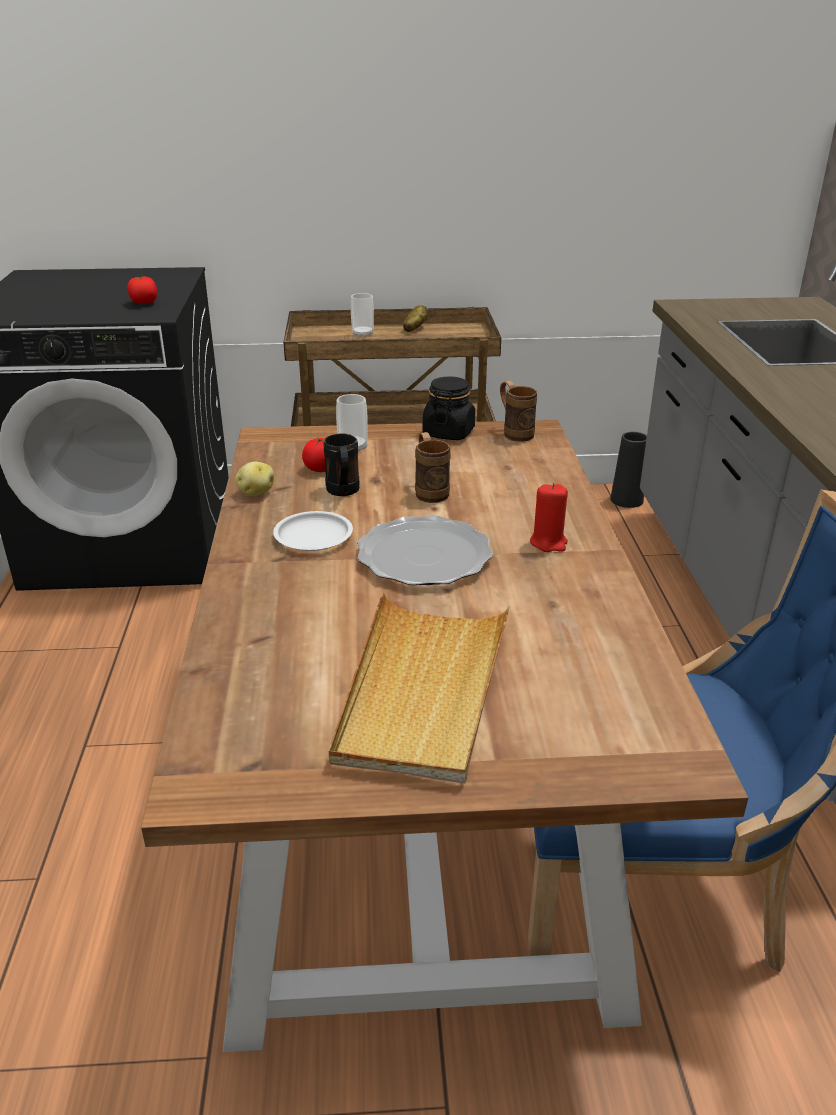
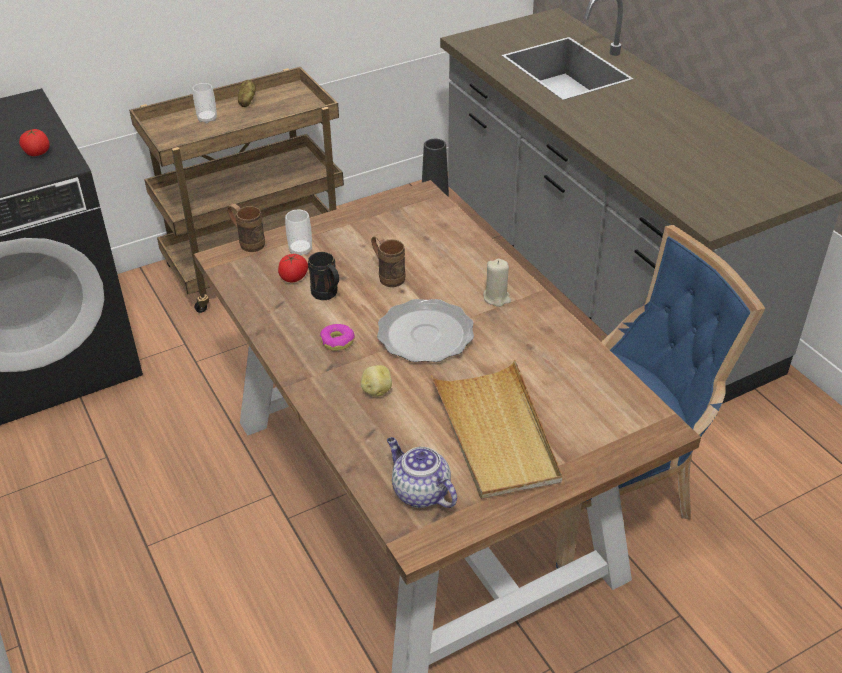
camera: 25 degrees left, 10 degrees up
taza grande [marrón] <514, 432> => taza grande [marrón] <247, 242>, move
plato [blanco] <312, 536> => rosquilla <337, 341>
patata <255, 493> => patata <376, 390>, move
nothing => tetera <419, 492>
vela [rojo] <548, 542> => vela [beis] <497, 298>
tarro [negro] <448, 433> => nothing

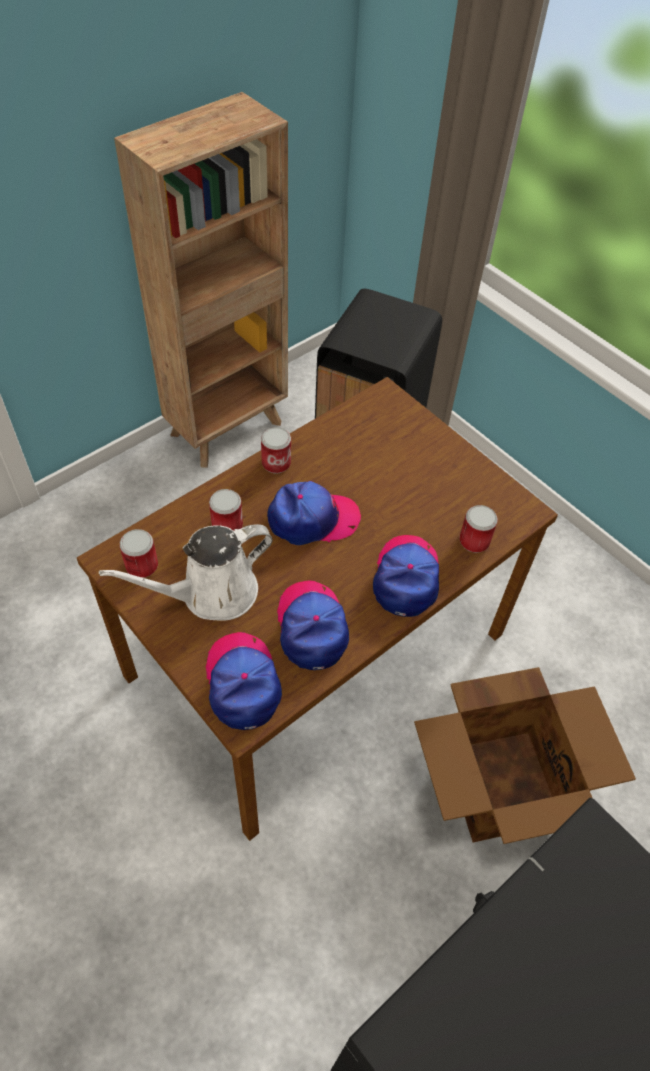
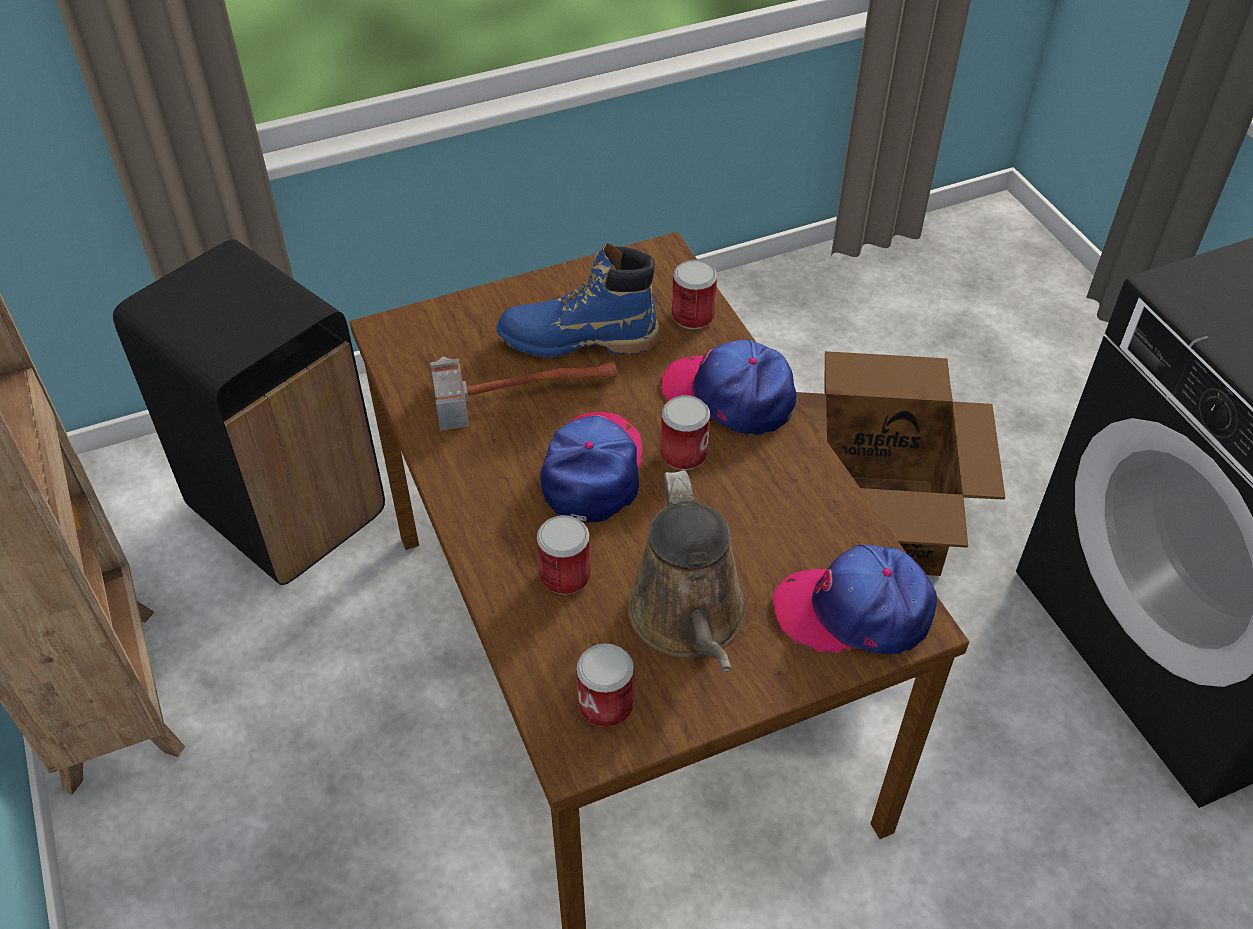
camera: 70 degrees left, 5 degrees down
nothing => martillo <525, 387>
nothing => bota [azul] <578, 340>
regadera [blanco] <211, 593> => regadera [marrón] <689, 620>
lata <276, 463> => lata <683, 454>, move
gorra <312, 627> => nothing

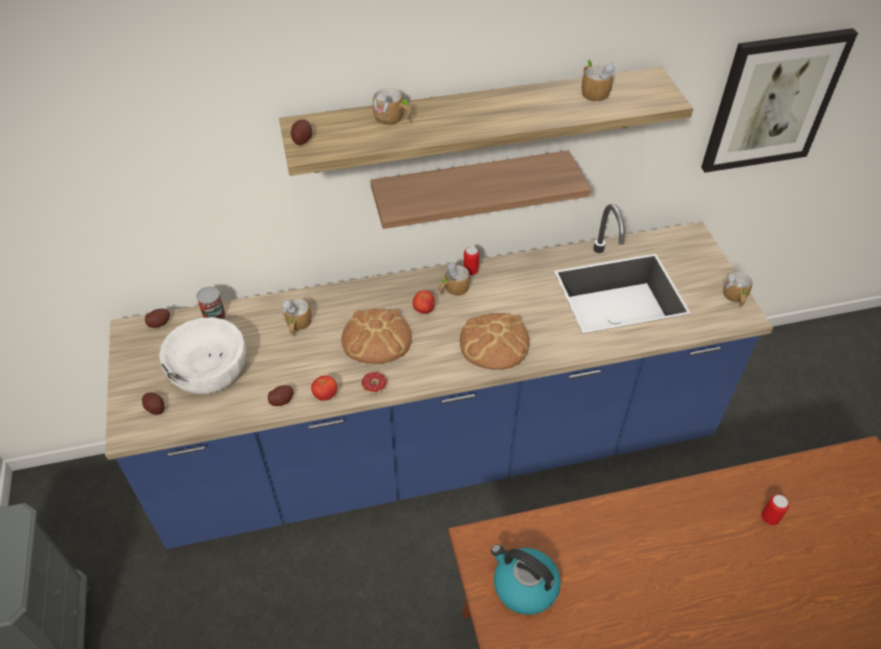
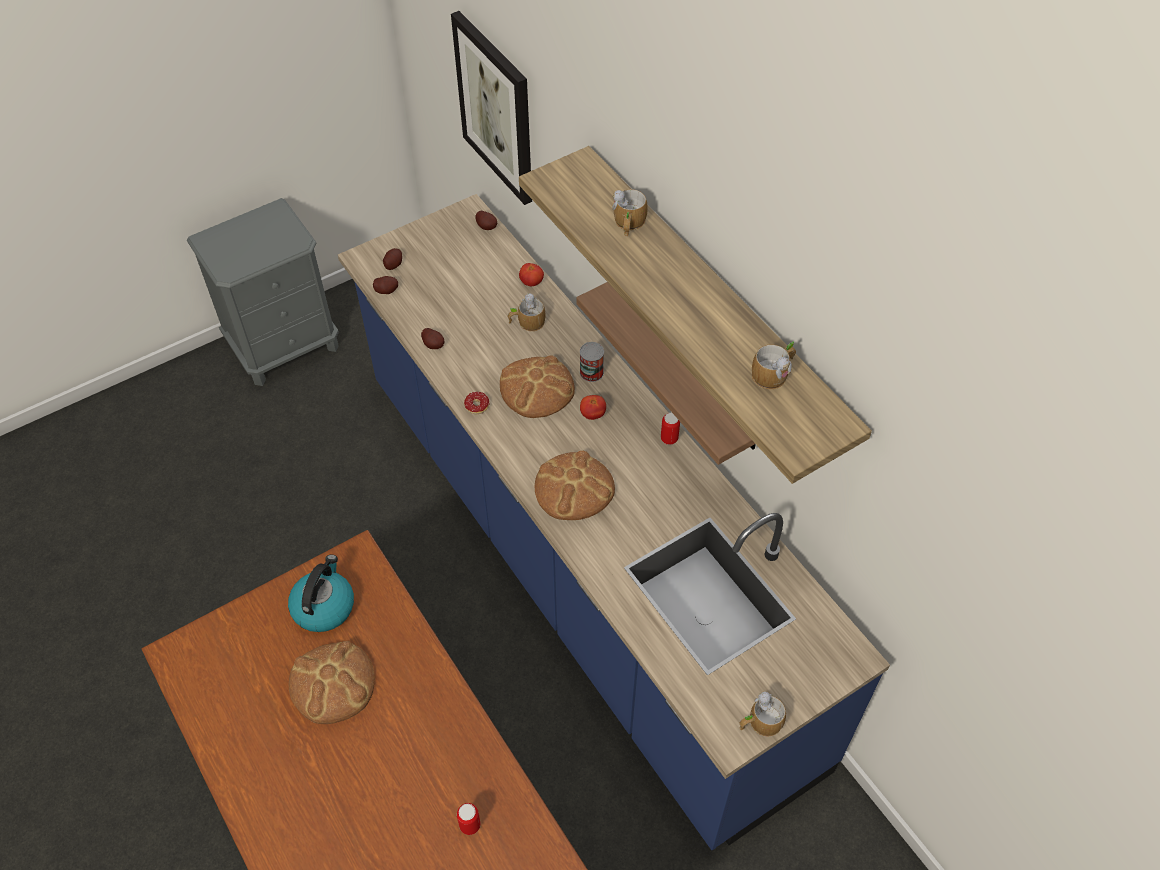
camera: 70 degrees right, 5 degrees up
nothing => pan <333, 683>
patata <302, 139> => patata <387, 290>, move
cuadro <772, 101> => cuadro <496, 108>, move
tomate <325, 395> => tomate <531, 282>, move
lata <214, 315> => lata <591, 372>, move
cuenco [blanco] <209, 370> => nothing
taza grande <453, 289> => nothing

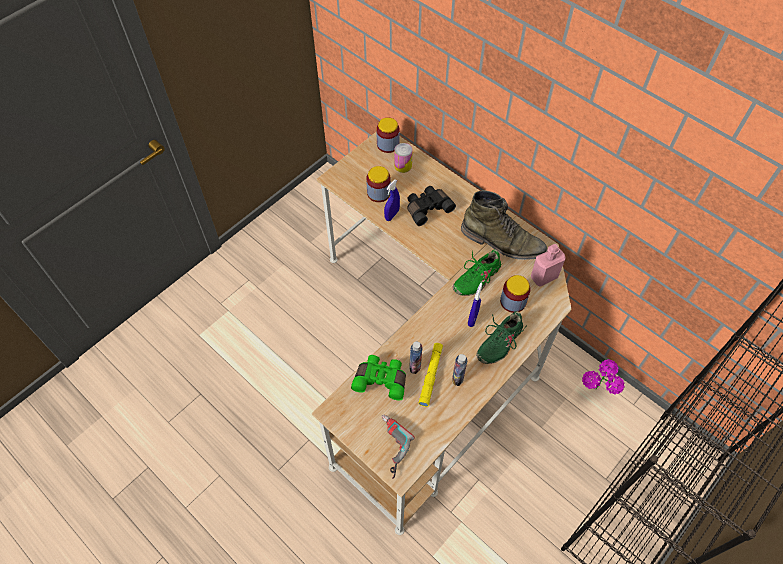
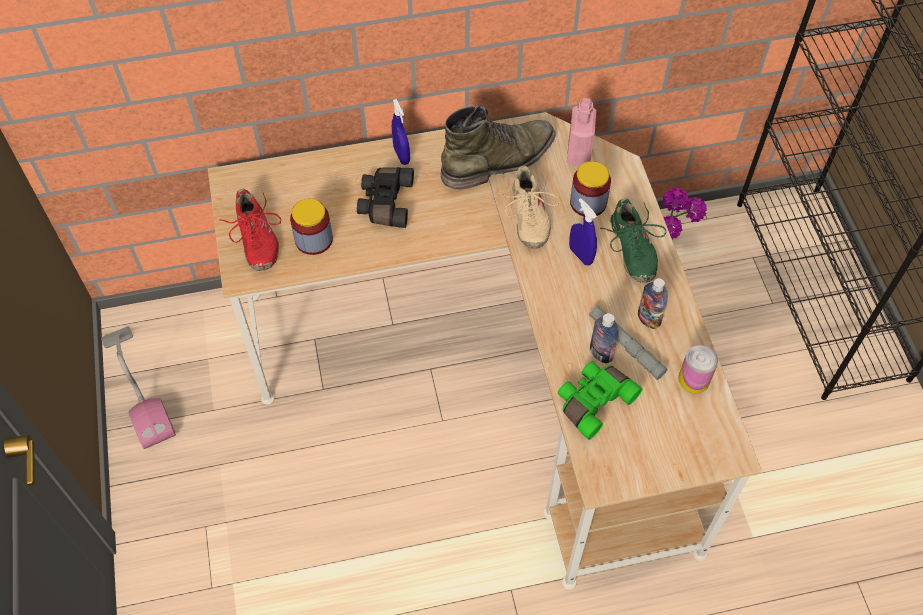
camera: 55 degrees left, 0 degrees up
nothing => aspiradora <138, 388>
nothing => zapato [rojo] <256, 239>
pulverizador [azul] <392, 215> => pulverizador [azul] <401, 155>, move
zapato [verde] <476, 278> => zapato [beis] <528, 217>
linterna [amarillo] <431, 376> => linterna [gris] <626, 345>
lata <403, 165> => lata <694, 379>, move
tarro <388, 144> => nothing
taladro <388, 446> => nothing

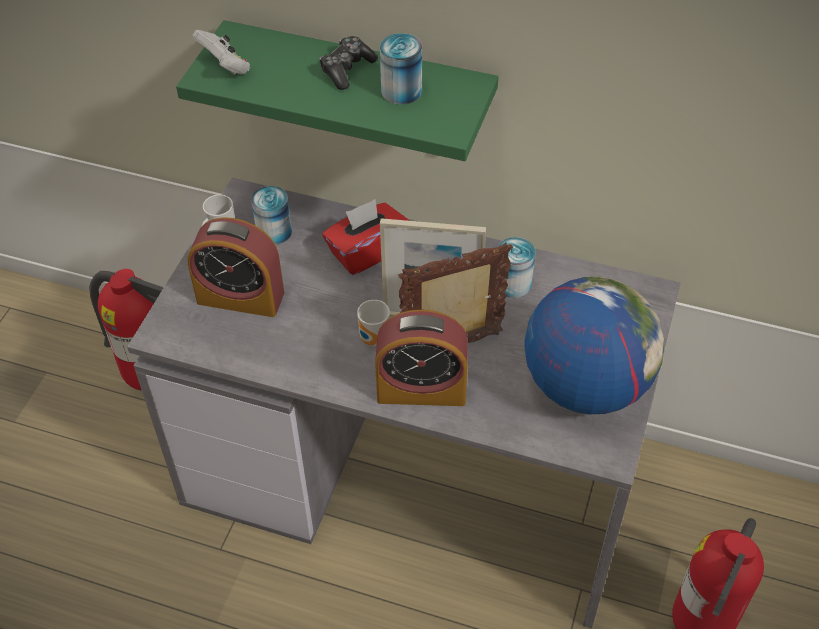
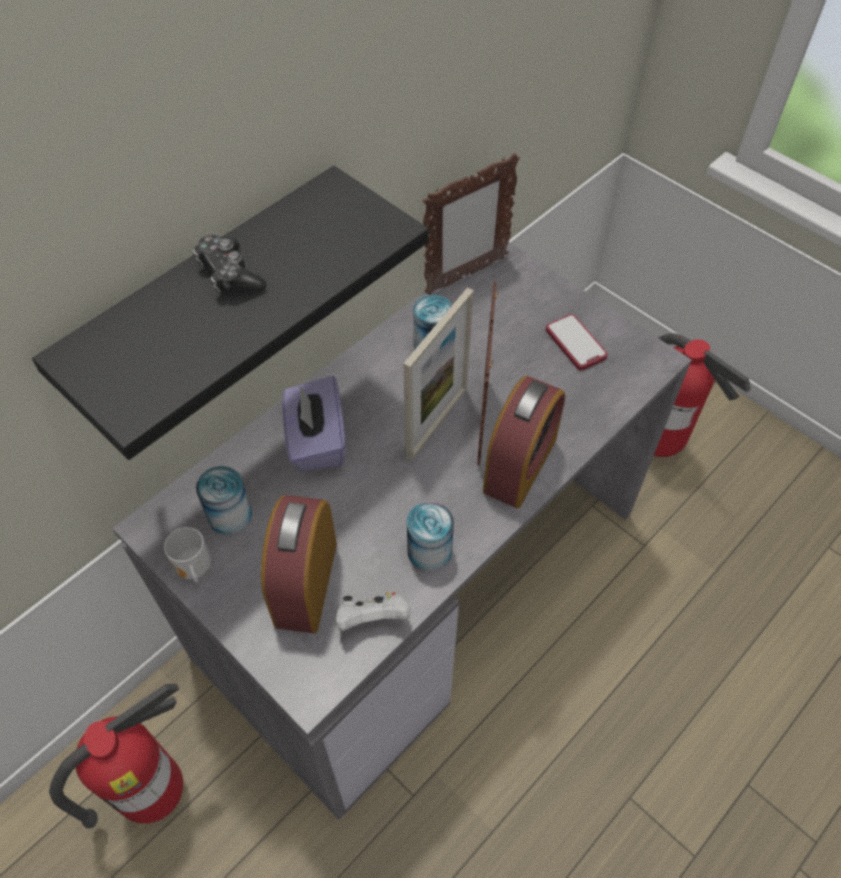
camera: 65 degrees left, 5 degrees up
estante [verde] <359, 88> => estante [negro] <208, 299>
despertador <240, 297> => despertador <306, 583>, 150 degrees clockwise
caja de pañuelos [rojo] <367, 252> => caja de pañuelos [morado] <316, 441>
mando de consola [blanco] <225, 67> => mando de consola [blanco] <372, 618>, move
lata <401, 91> => lata <429, 550>, move
nothing => portarretratos <465, 275>
globo terráqueo <585, 385> => móvil <575, 343>
taza grande <375, 341> => nothing

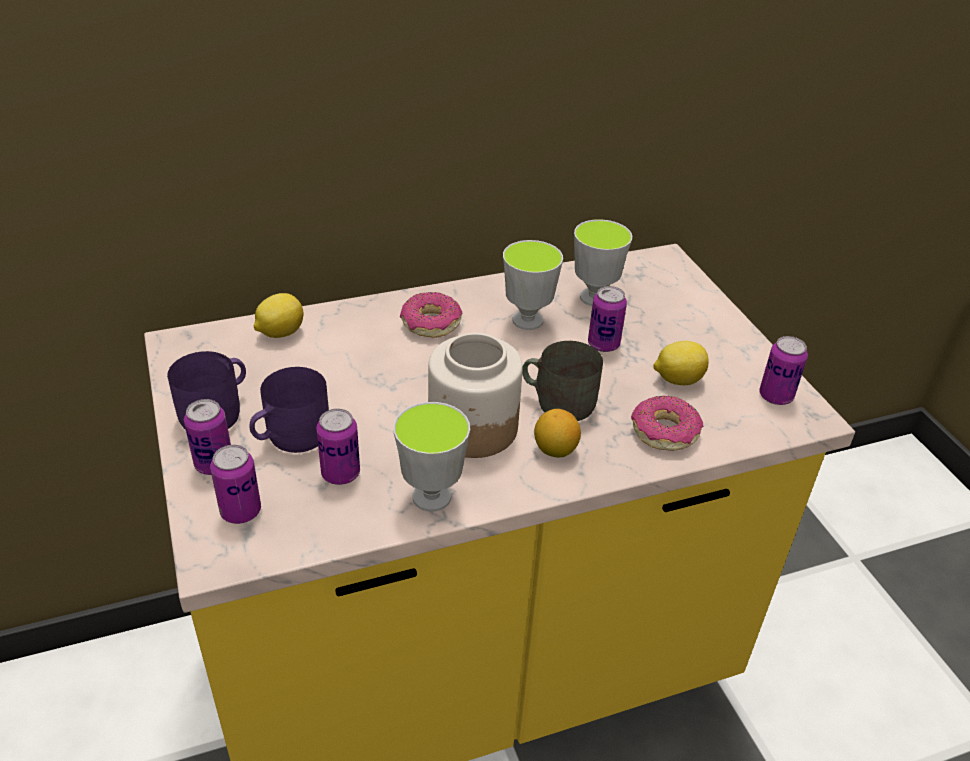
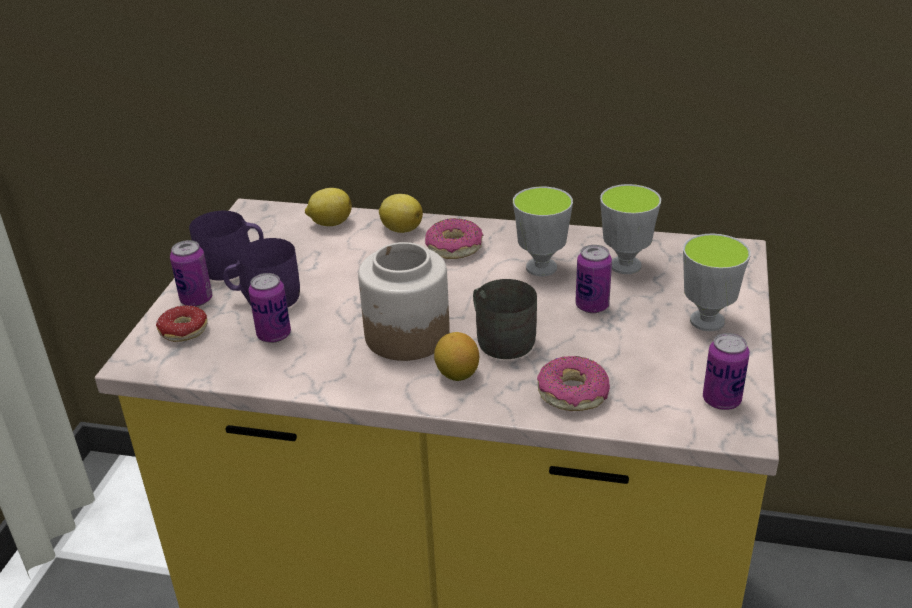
camera: 35 degrees right, 5 degrees down
lata <241, 511> => rosquilla <183, 336>
limón <677, 379> => limón <401, 229>, move
taza <431, 497> => taza <707, 321>, move

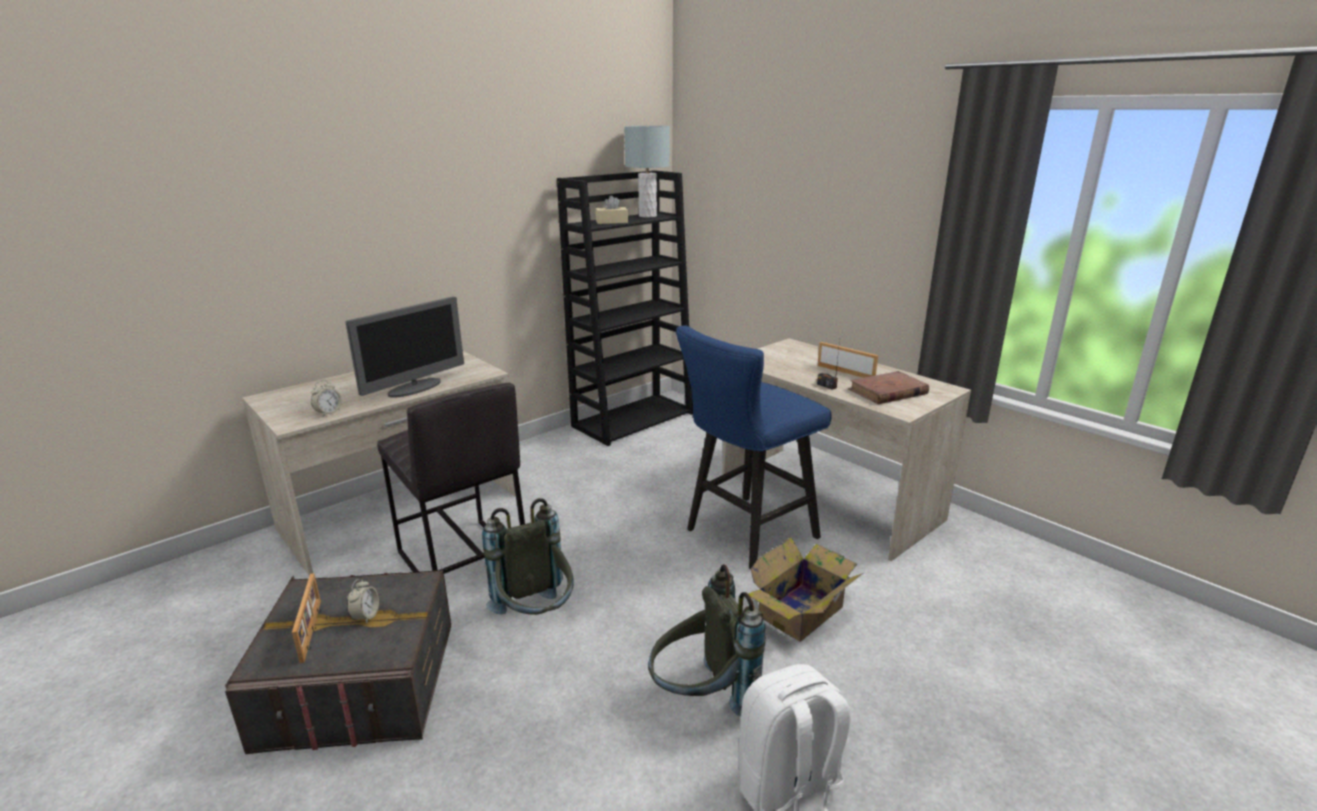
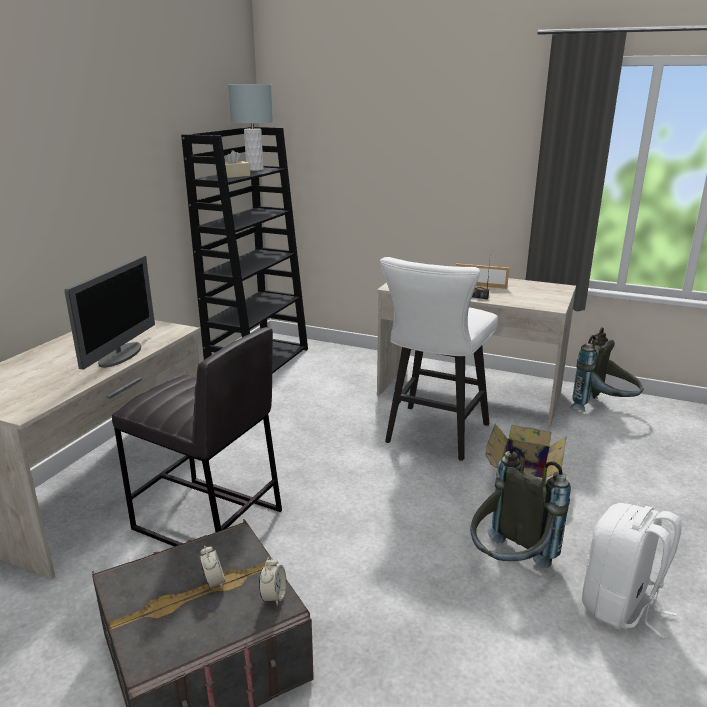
camera: 25 degrees left, 0 degrees up
despertador <328, 412> => despertador <273, 596>, move
taburete [azul] <744, 535> => taburete [blanco] <433, 436>
mochila [gris] <536, 618> => mochila [gris] <603, 409>, move
portarretratos <312, 630> => nothing
libro [marrón] <887, 392> => nothing

